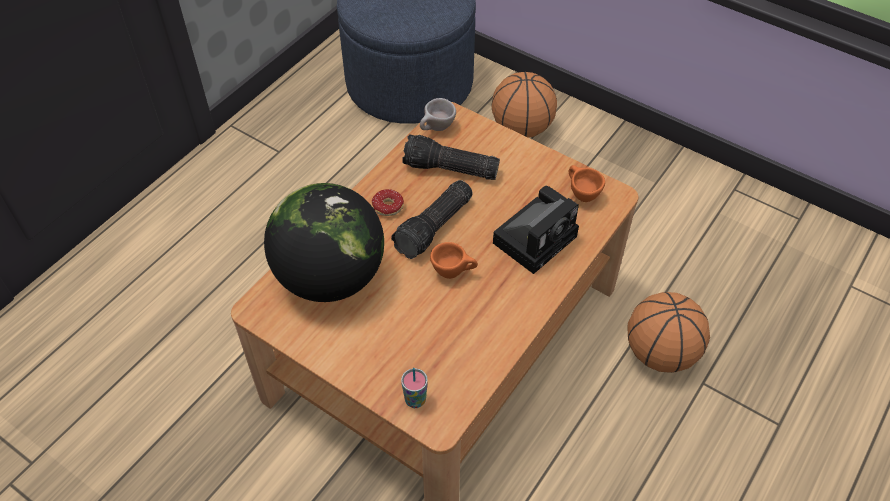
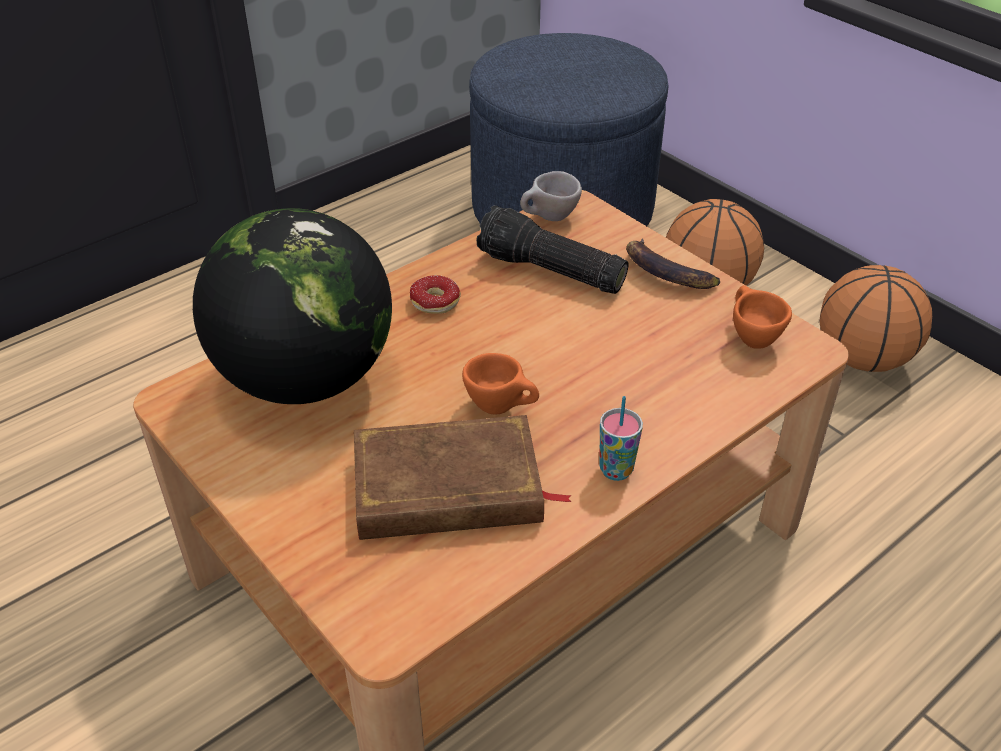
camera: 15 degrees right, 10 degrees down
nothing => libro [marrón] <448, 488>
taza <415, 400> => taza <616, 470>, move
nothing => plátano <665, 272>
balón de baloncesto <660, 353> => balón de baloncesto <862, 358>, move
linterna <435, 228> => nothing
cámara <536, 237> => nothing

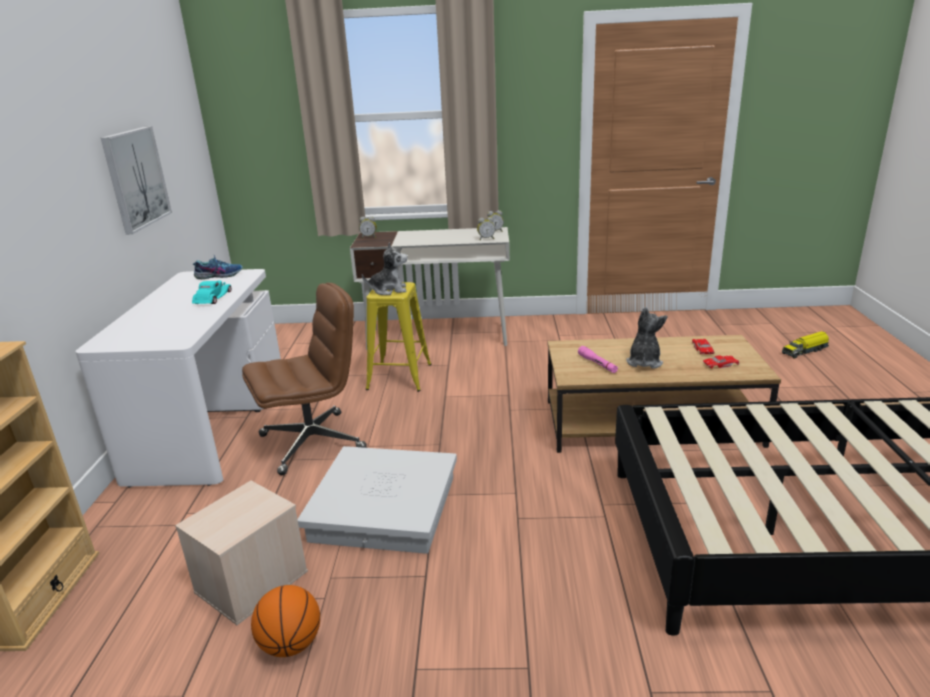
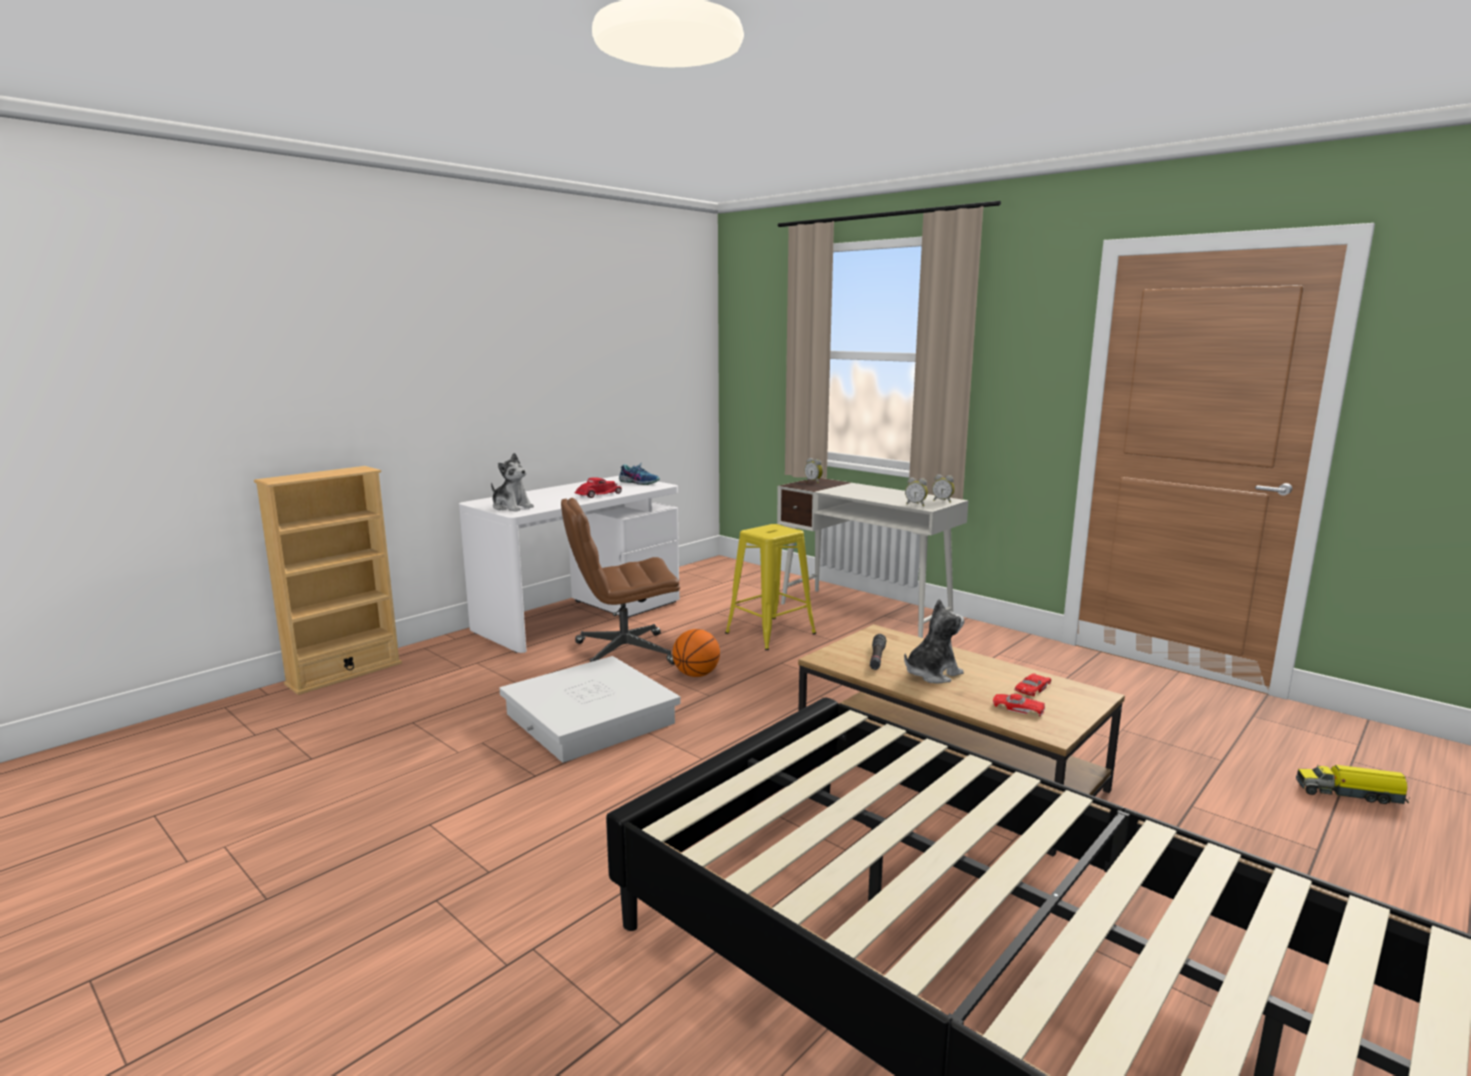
camera: 40 degrees right, 10 degrees down
peluche <388, 290> => peluche <511, 507>, move
silla de oficina [marrón] <313, 442> => silla de oficina [marrón] <623, 653>, 150 degrees clockwise
coche de juguete [turquesa] <212, 298> => coche de juguete [rojo] <598, 494>
balón de baloncesto <291, 644> => balón de baloncesto <696, 675>, move
linterna [rosa] <597, 364> => linterna [negro] <877, 658>
cuadro <136, 178> => nothing
caja de almacenaje [beis] <251, 583> => nothing

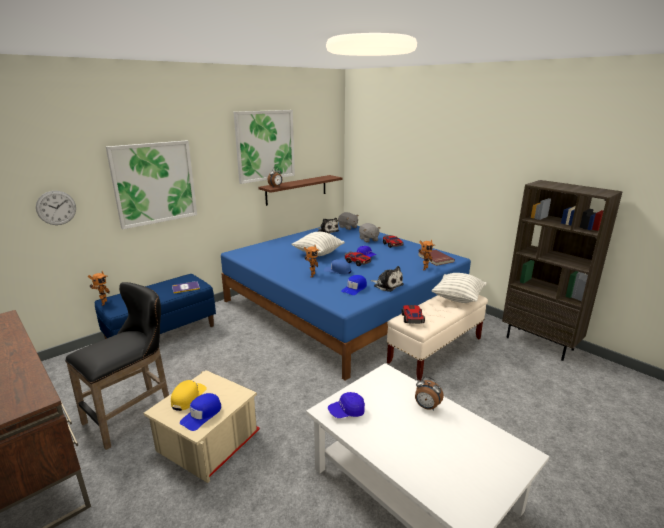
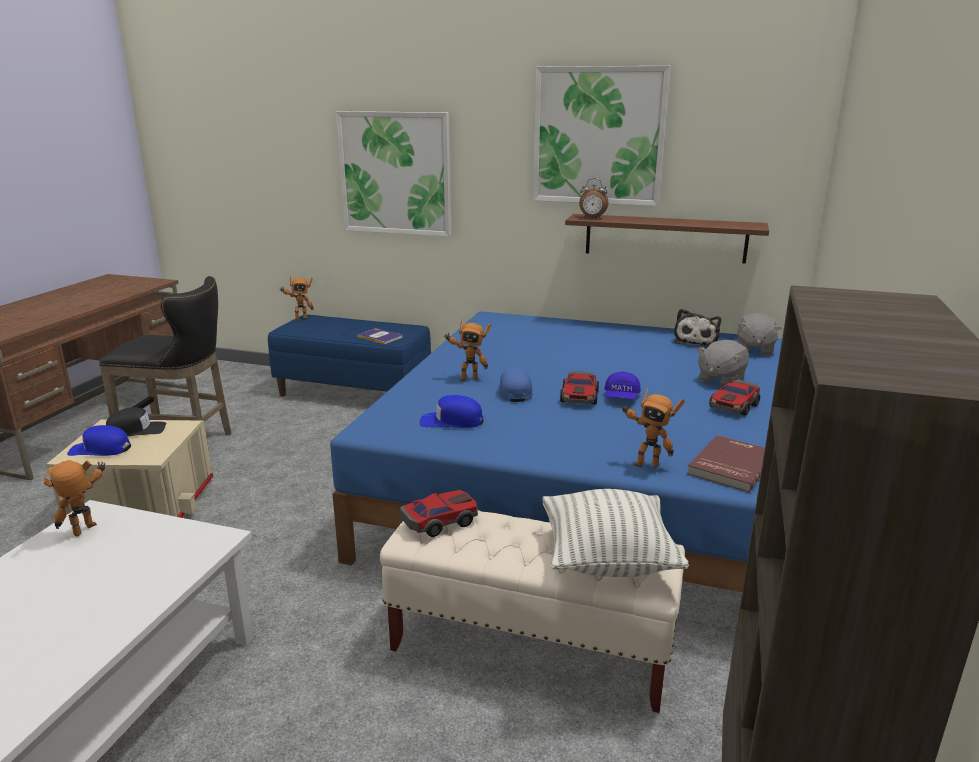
camera: 60 degrees right, 0 degrees up
gorra [azul] <346, 412> => robot de juguete <88, 531>
gorra [amarillo] <188, 397> => gorra [negro] <136, 430>
reloj de pared <56, 208> => nothing
cojín <318, 253> => nothing
peluche <387, 285> => nothing
despertador <426, 407> => nothing

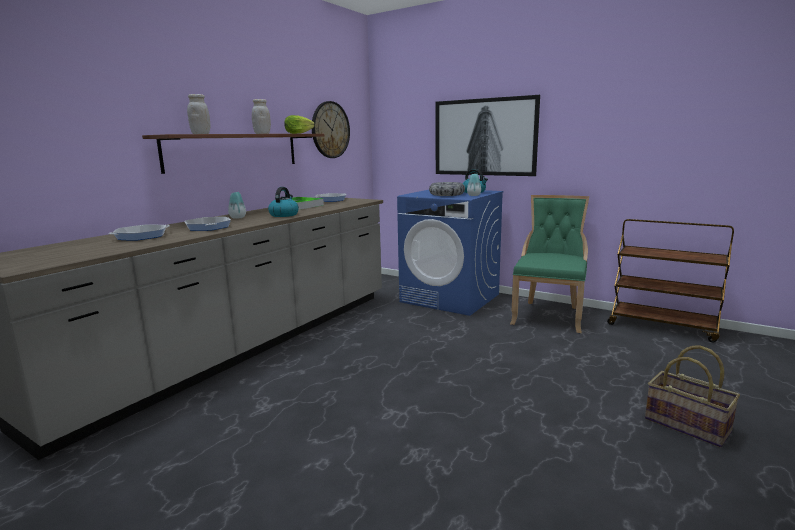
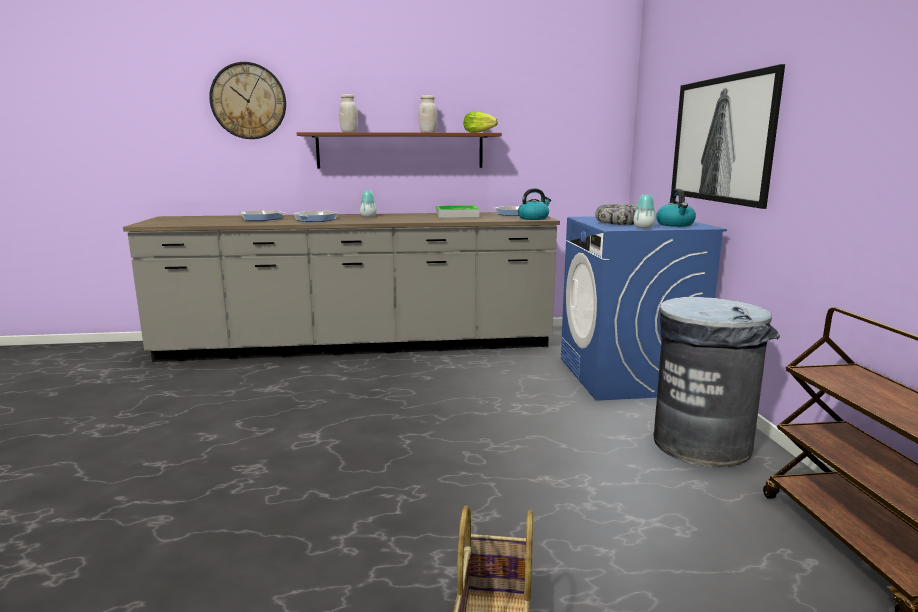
camera: 50 degrees right, 0 degrees up
reloj de pared <330, 130> => reloj de pared <248, 101>, move
hervidor <284, 215> => hervidor <533, 218>, move
silla [verde] <549, 315> => papelera [gris] <701, 444>

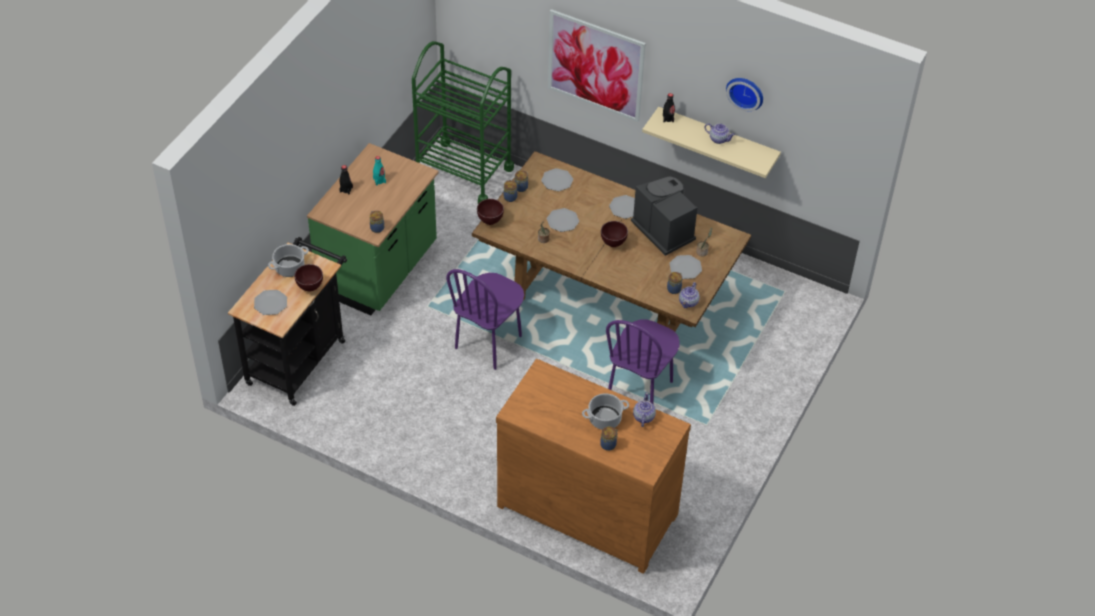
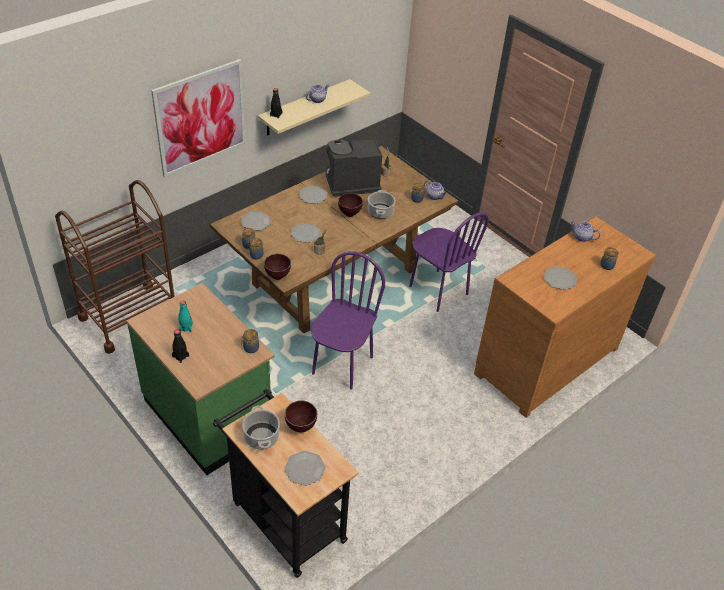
camera: 70 degrees left, 5 degrees down
carrito [verde] <464, 172> => carrito [marrón] <129, 317>
silla [morado] <489, 342> => silla [morado] <342, 365>, 120 degrees counterclockwise
olla <605, 418> => olla <380, 212>, move
plato <685, 268> => plato <560, 279>, move
reloj de pared <746, 92> => nothing

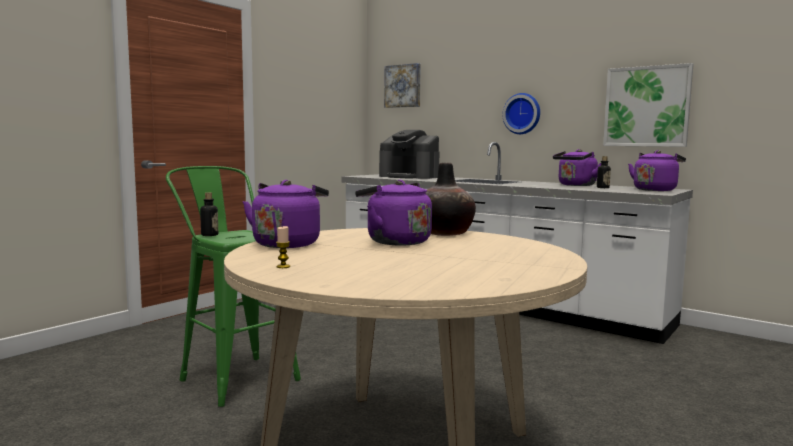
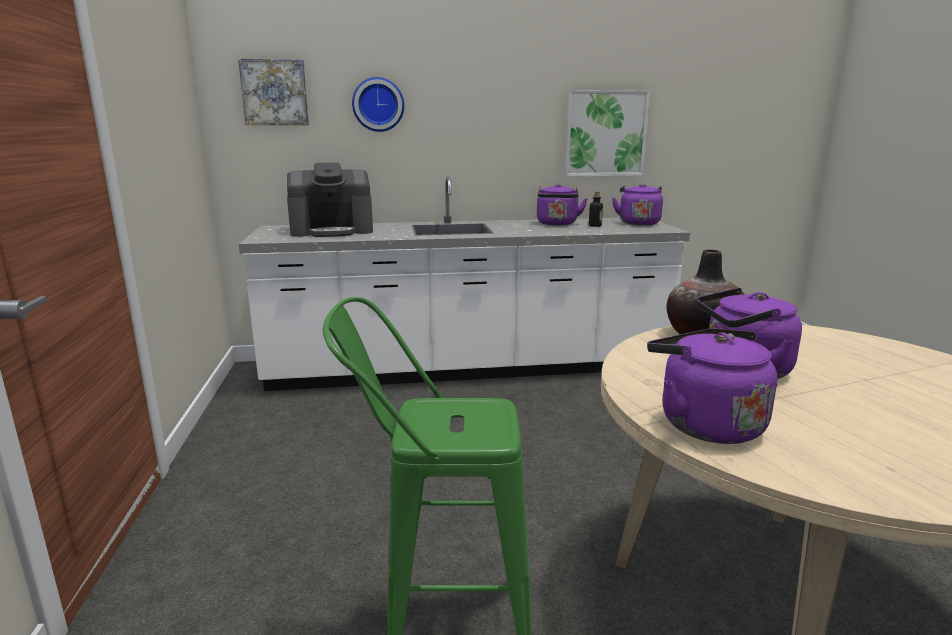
camera: 45 degrees left, 10 degrees up
reloj de pared <522, 114> => reloj de pared <378, 104>, move
botella <209, 235> => nothing
vela <283, 266> => nothing

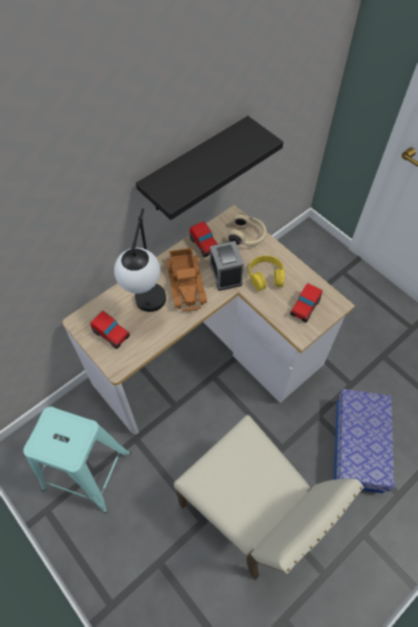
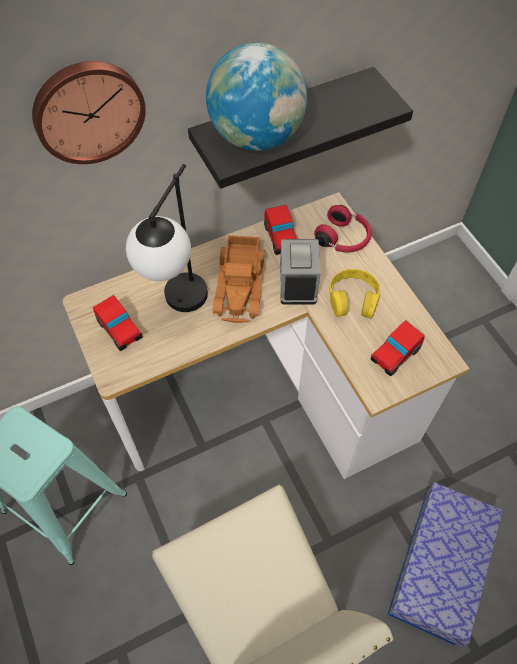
camera: 15 degrees right, 0 degrees up
nothing => reloj de pared <88, 111>
nothing => globo terráqueo <257, 137>
auriculares [beis] <247, 236> => auriculares [rojo] <343, 238>

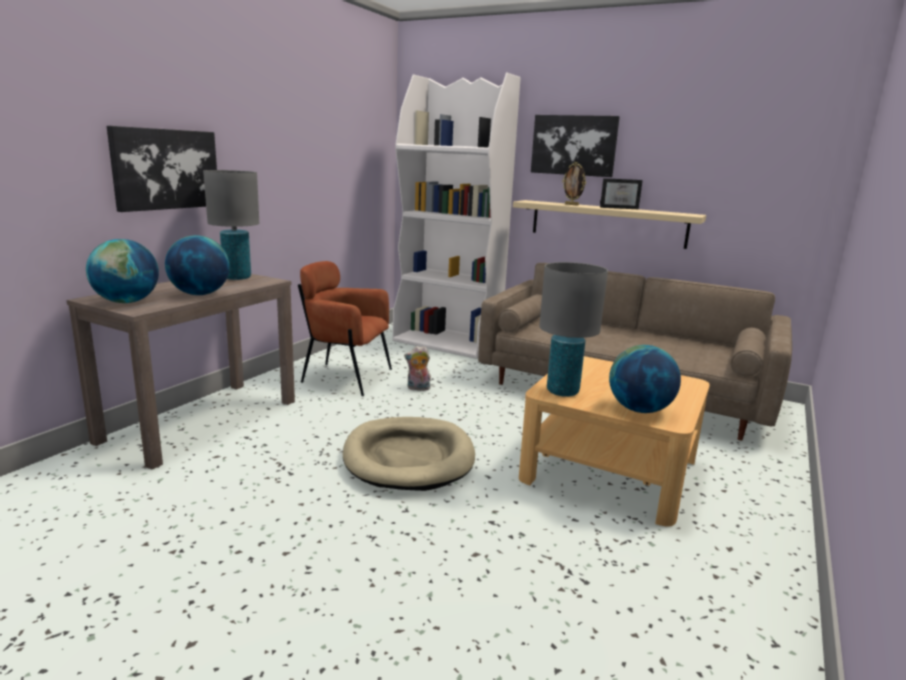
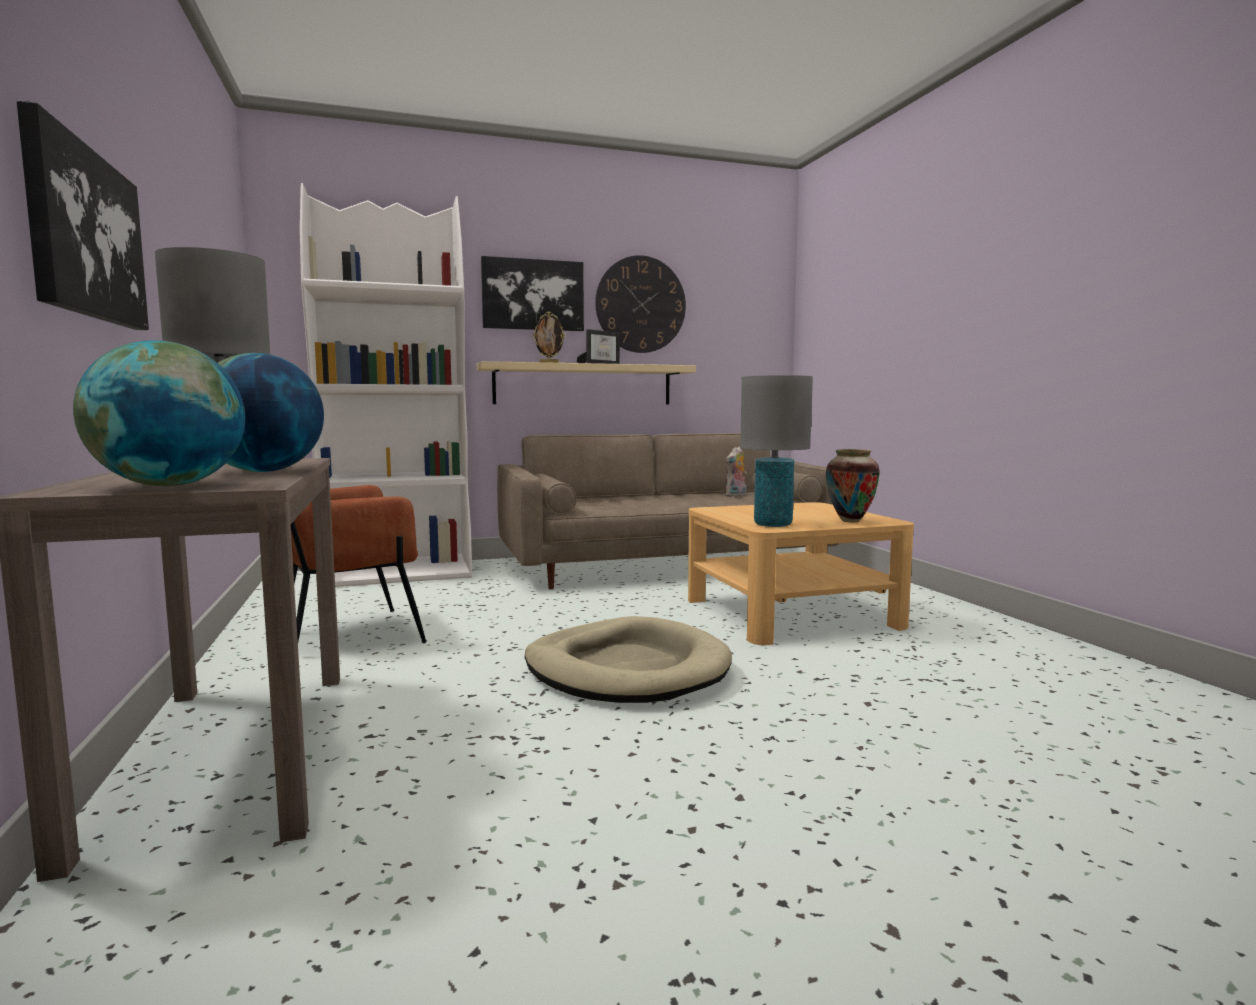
camera: 45 degrees left, 10 degrees down
nothing => reloj de pared <640, 304>
peluche <418, 388> => peluche <736, 496>, move
globo terráqueo <639, 410> => florero <850, 521>

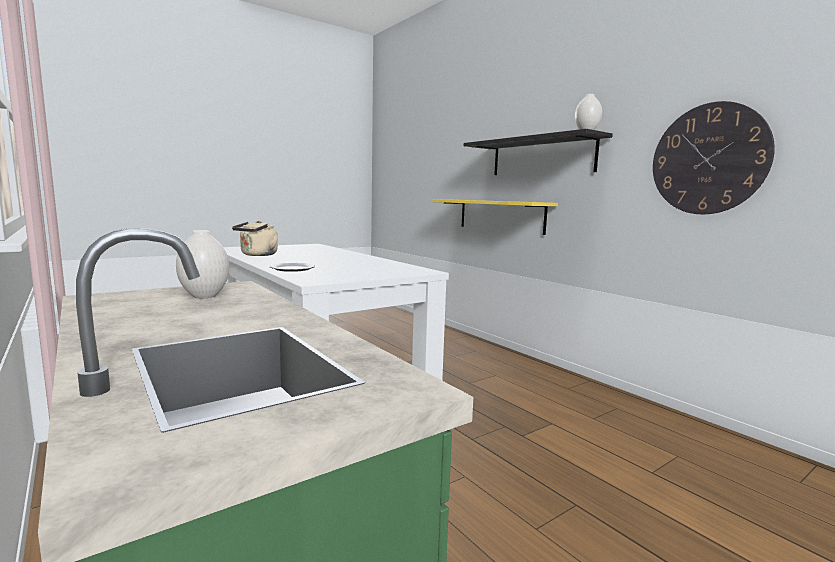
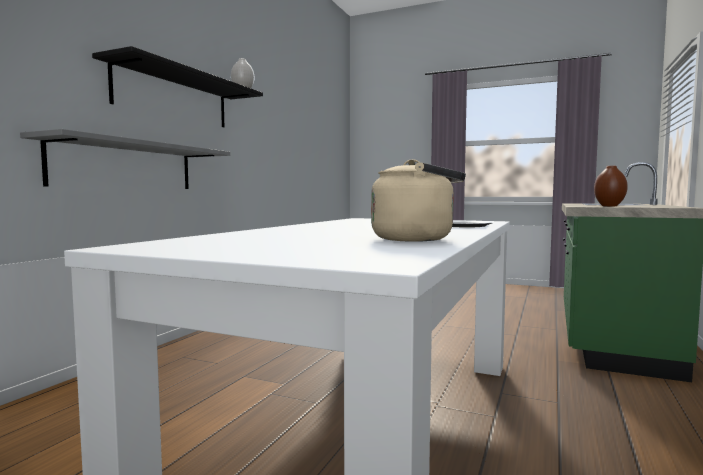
camera: 120 degrees left, 5 degrees down
estante [amarillo] <500, 215> => estante [gris] <126, 166>
florero [blanco] <204, 296> => florero [marrón] <609, 206>
reloj de pared <708, 159> => nothing

